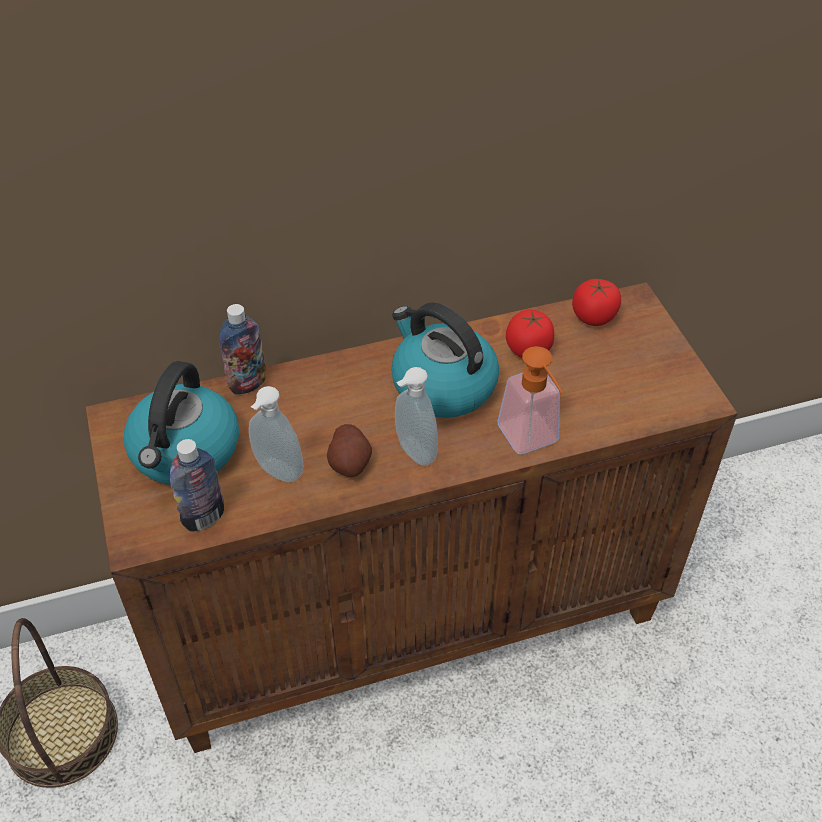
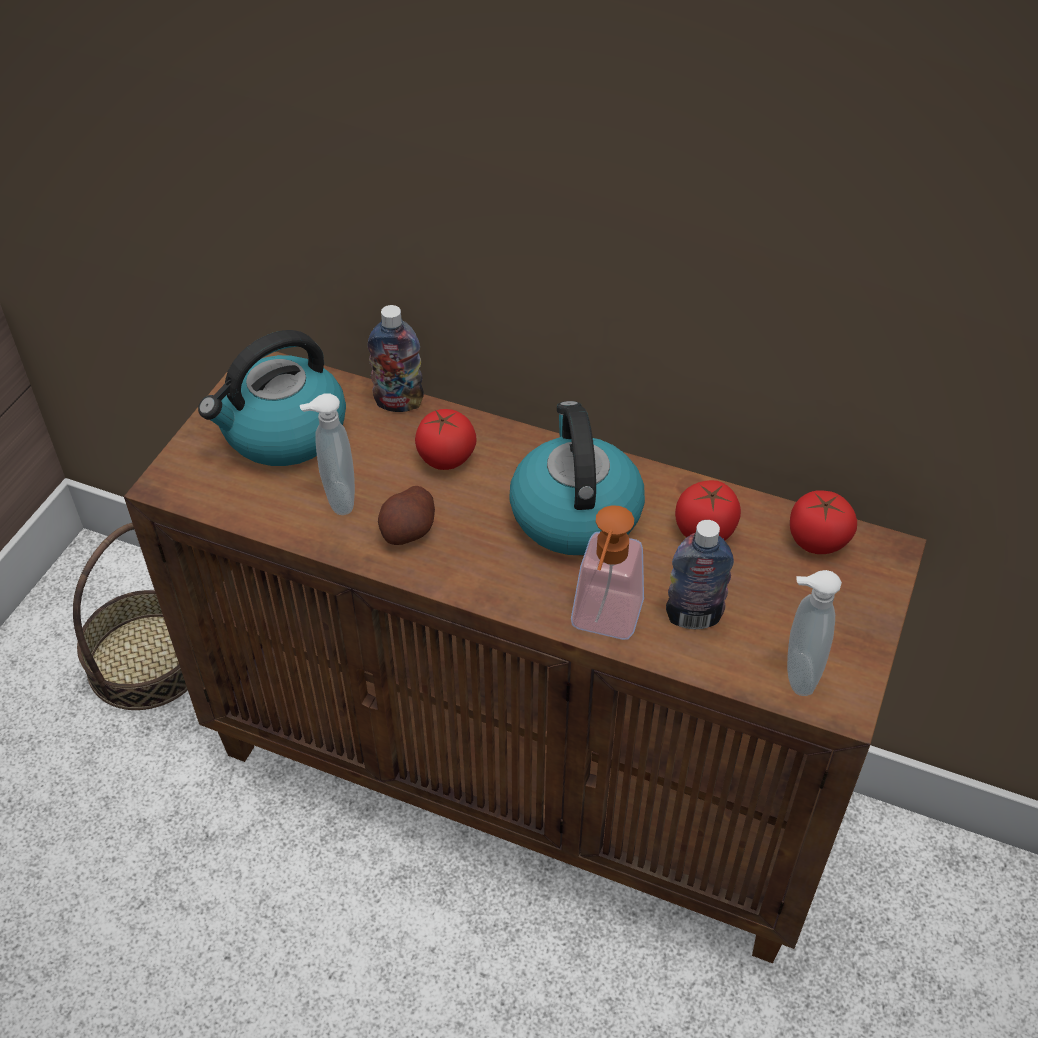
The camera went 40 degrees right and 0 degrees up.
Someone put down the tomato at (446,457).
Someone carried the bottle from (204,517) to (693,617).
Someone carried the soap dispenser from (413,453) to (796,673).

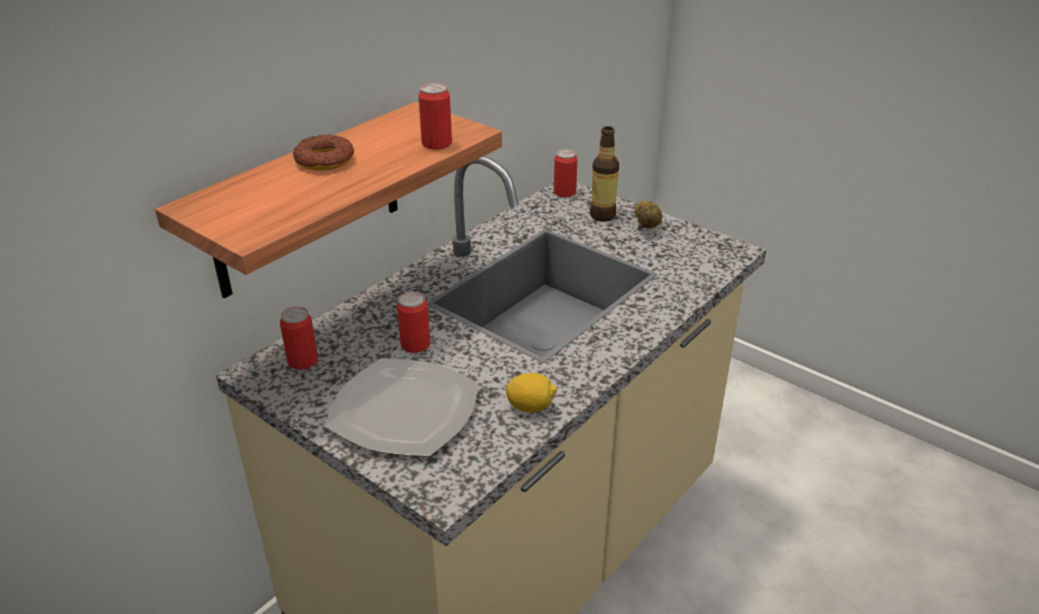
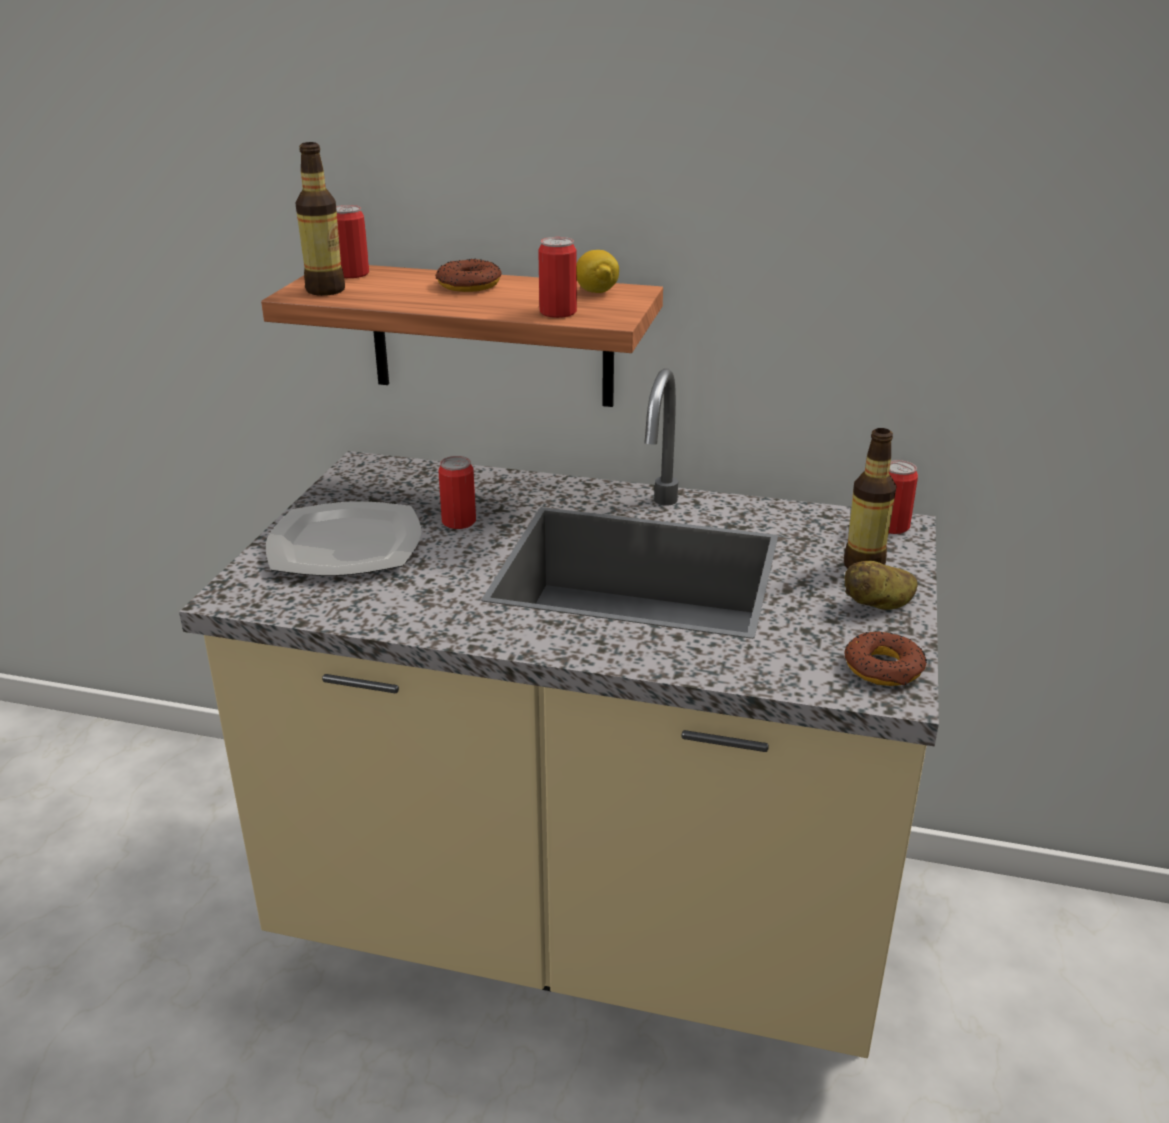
The camera went 65 degrees right and 5 degrees down.
Someone put down the bottle at (325,290).
Someone carried the can from (303,361) to (352,274).
Someone carried the lemon from (531,407) to (596,291).
Someone put down the donut at (883,668).

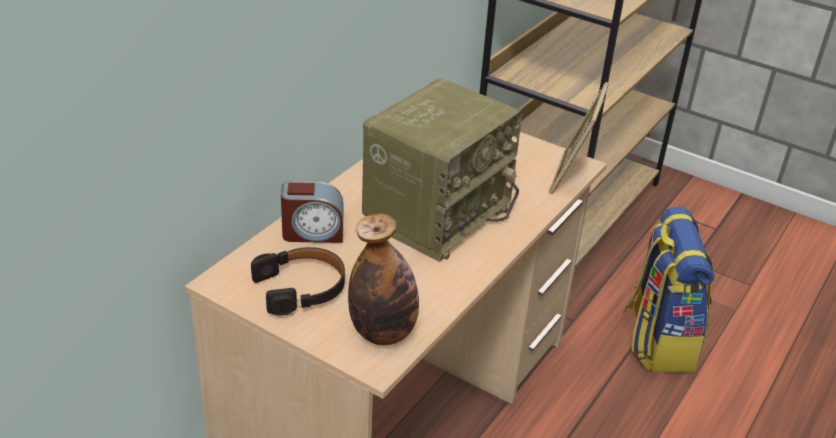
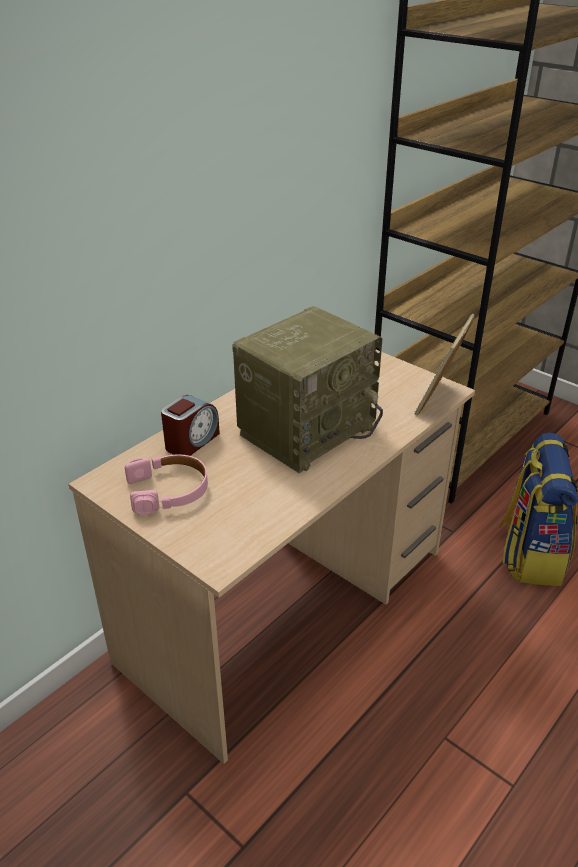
The camera went 10 degrees right and 0 degrees up.
Someone repainted the black headphones at (301,288), which became the pink headphones at (169,490).
Someone rotated the alarm clock at (313,232) by 60 degrees counterclockwise.
Someone took away the bottle at (383,332).

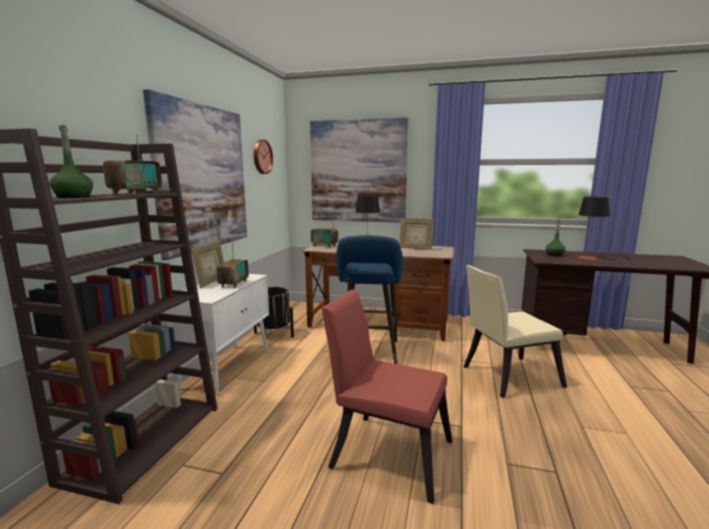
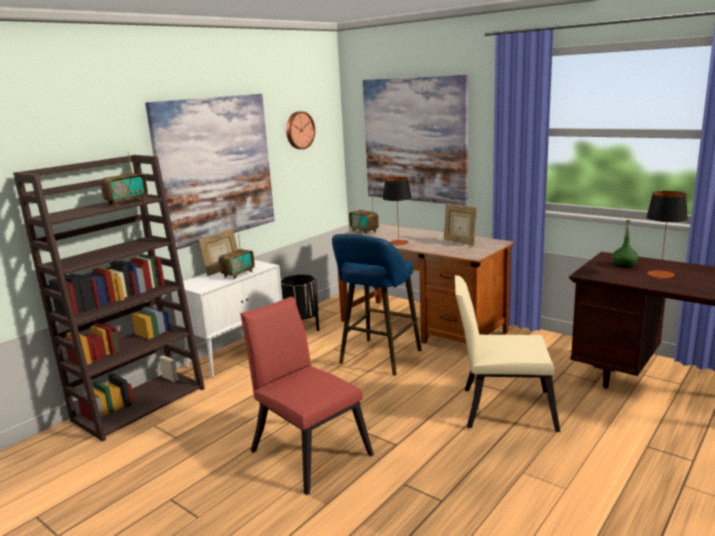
The camera went 25 degrees right and 5 degrees up.
Someone took away the green bottle at (73,197).

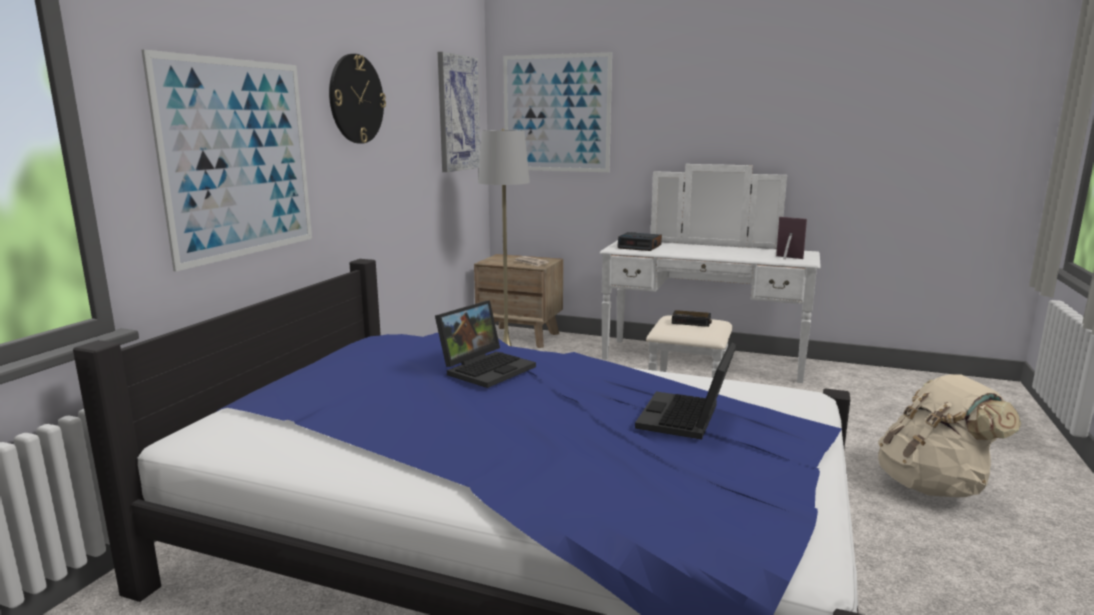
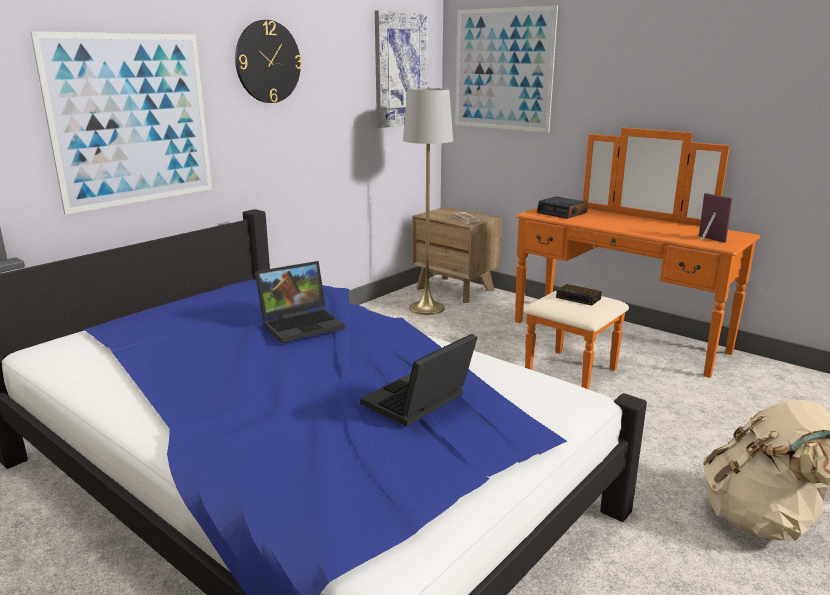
The camera went 20 degrees right and 5 degrees up.
Someone repainted the white dresser at (700,367), which became the orange dresser at (608,344).

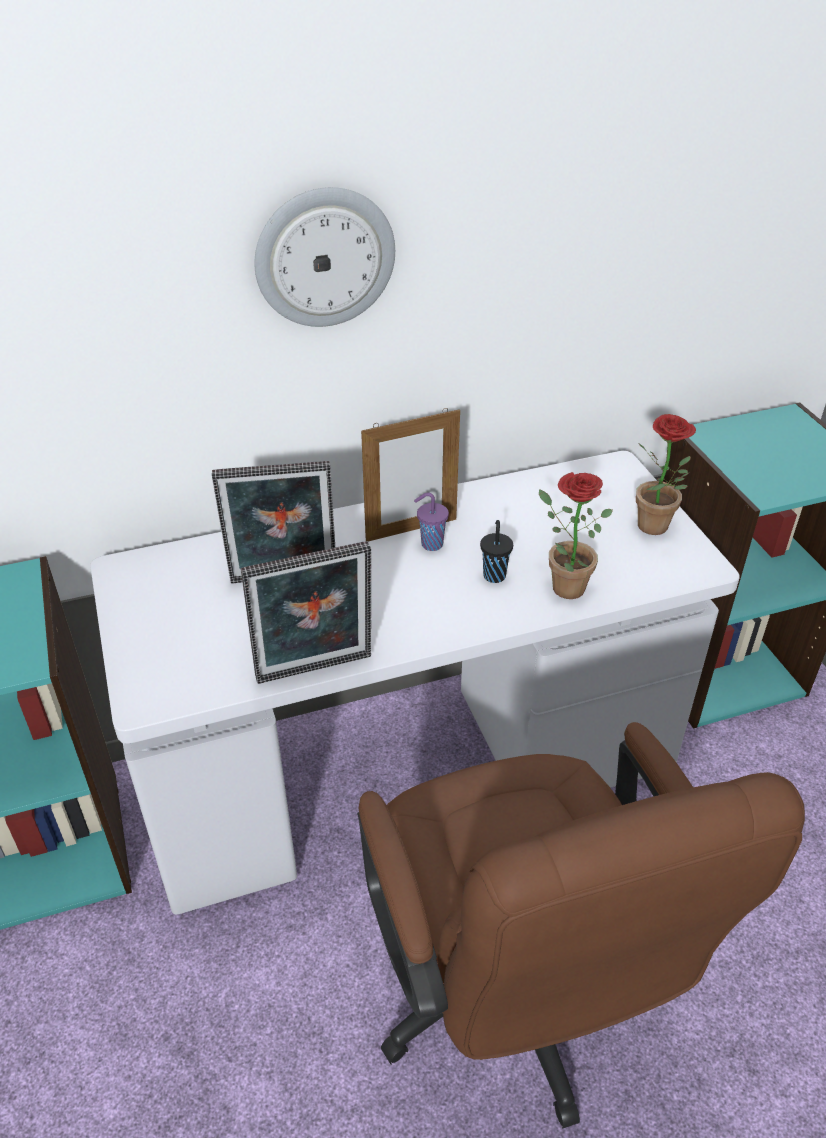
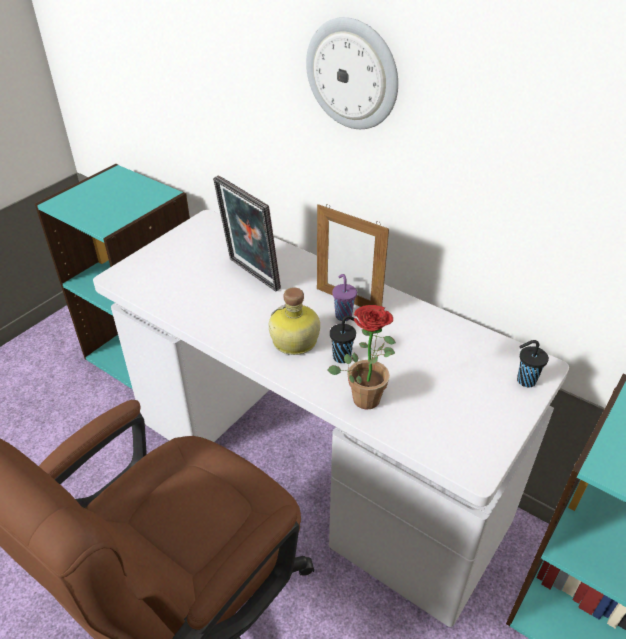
The camera went 55 degrees right and 0 degrees up.
Someone put down the bottle at (294,341).
Someone put down the black cup at (525,381).
Someone took away the picture frame at (315,672).
Someone took away the potted plant at (657,529).

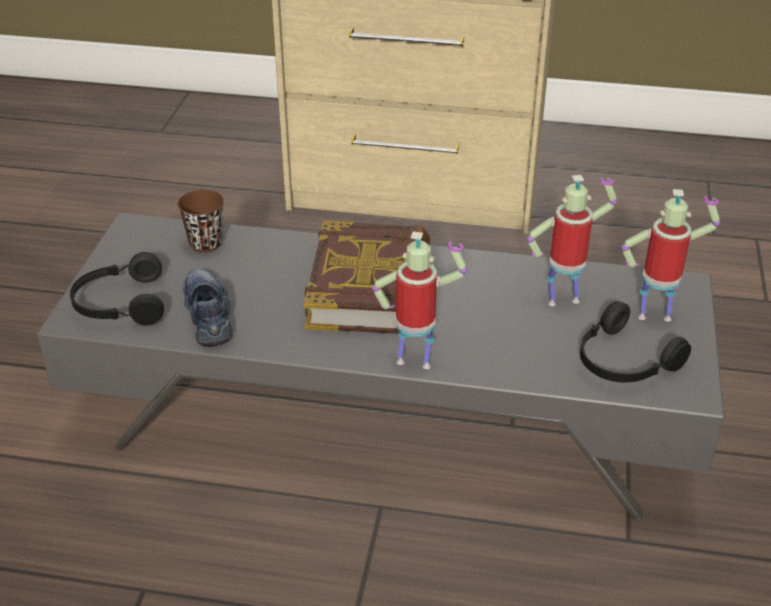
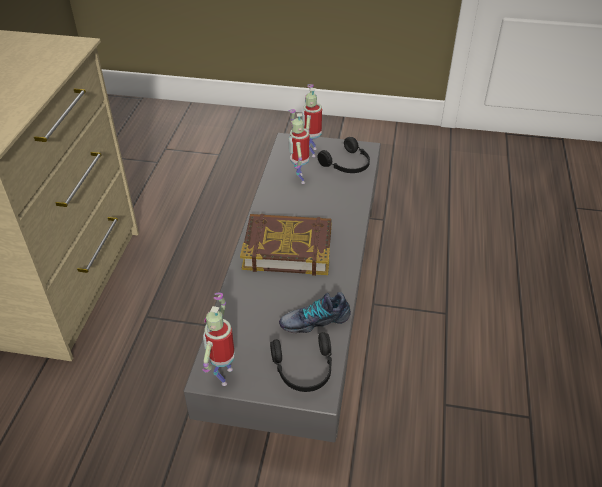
The camera went 90 degrees left and 5 degrees up.
Someone carried the toy robot from (415,360) to (223,375).
Someone took away the brown cup at (205,243).

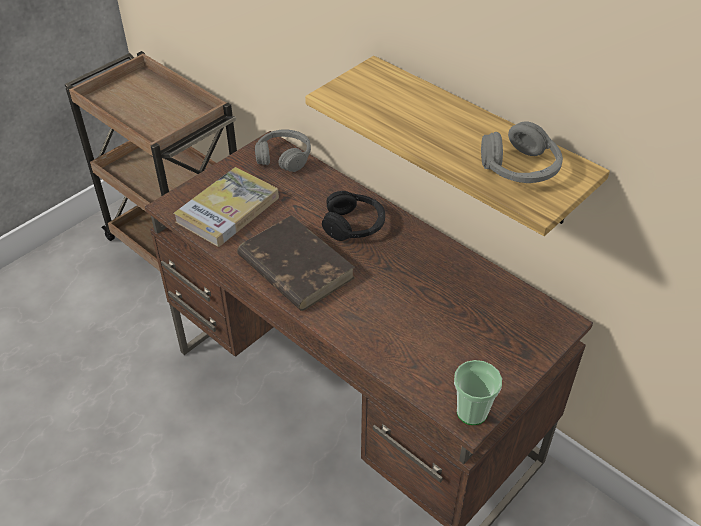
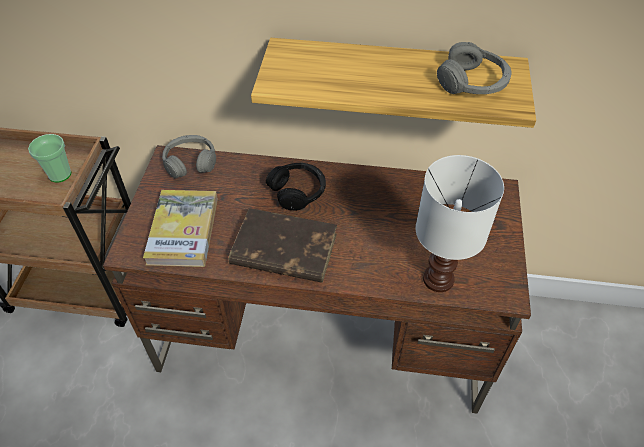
The camera went 35 degrees left and 5 degrees up.
Someone carried the cup from (472,412) to (60,174).
Someone put down the white table lamp at (437,280).

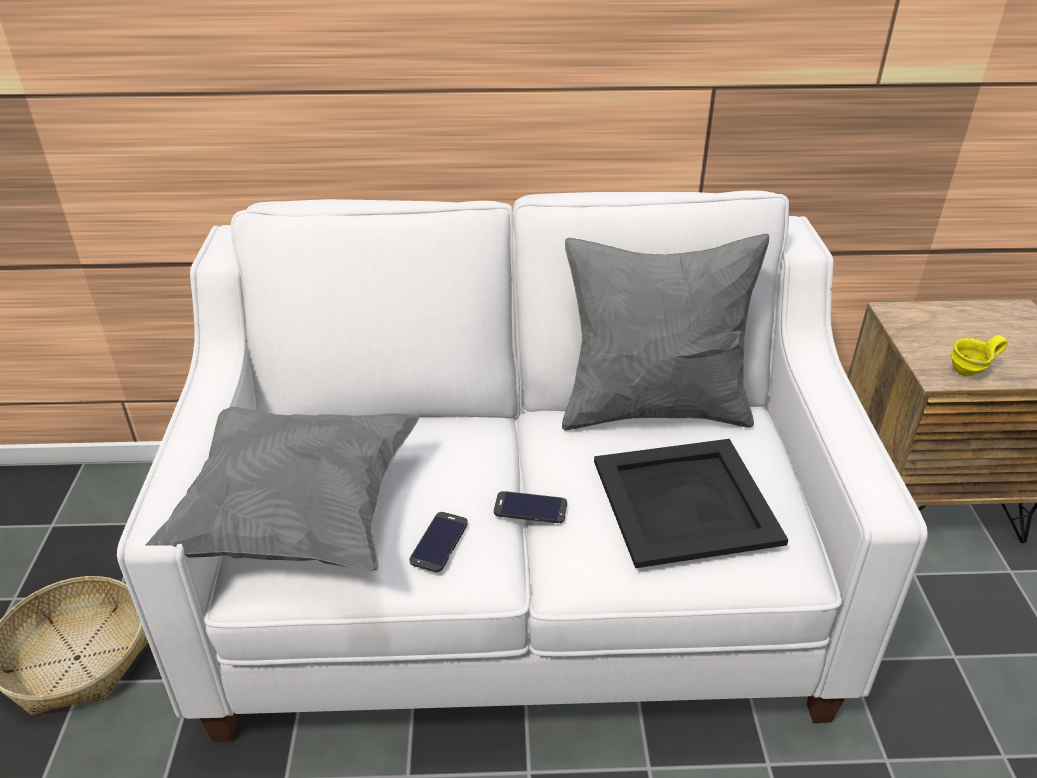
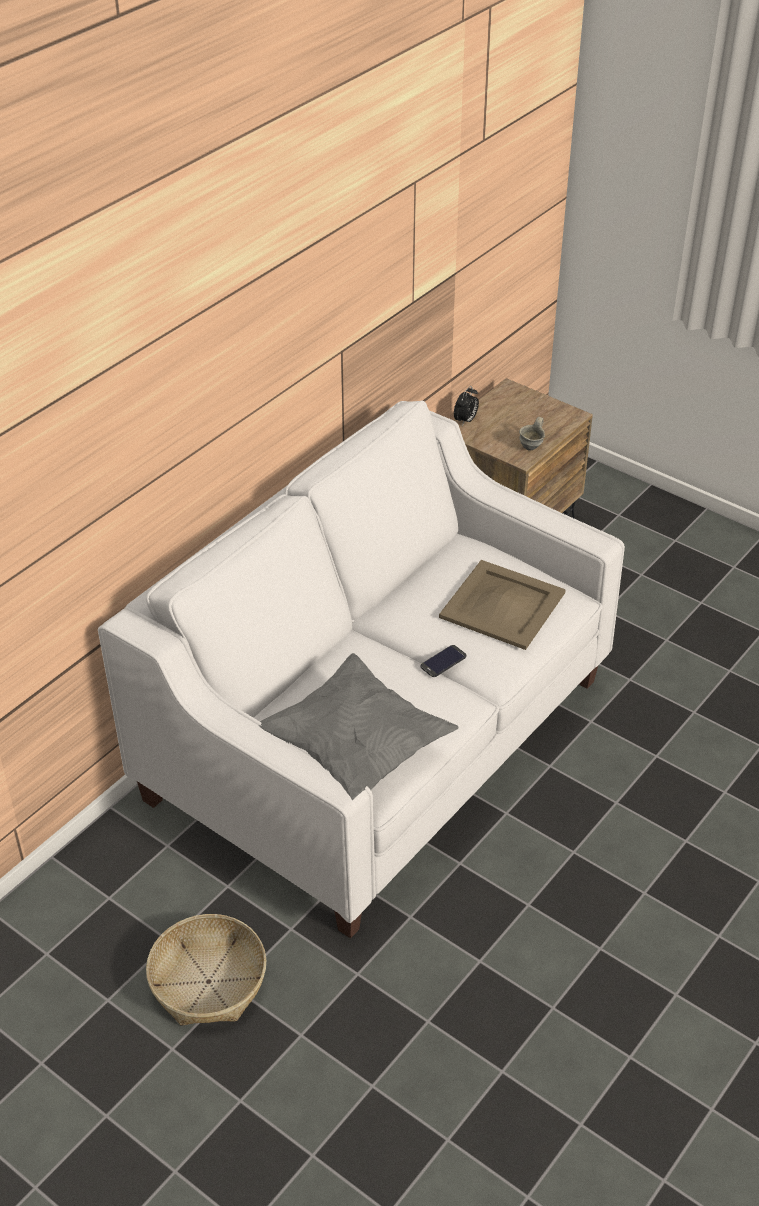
The camera went 50 degrees left and 5 degrees up.
Someone repainted the black tray at (683,500), which became the beige tray at (501,605).
Someone put down the alarm clock at (465,421).
Someone repainted the yellow mug at (970,373), which became the grey mug at (533,446).
Someone took away the phone at (439,542).
Someone took away the grey pillow at (654,409).

